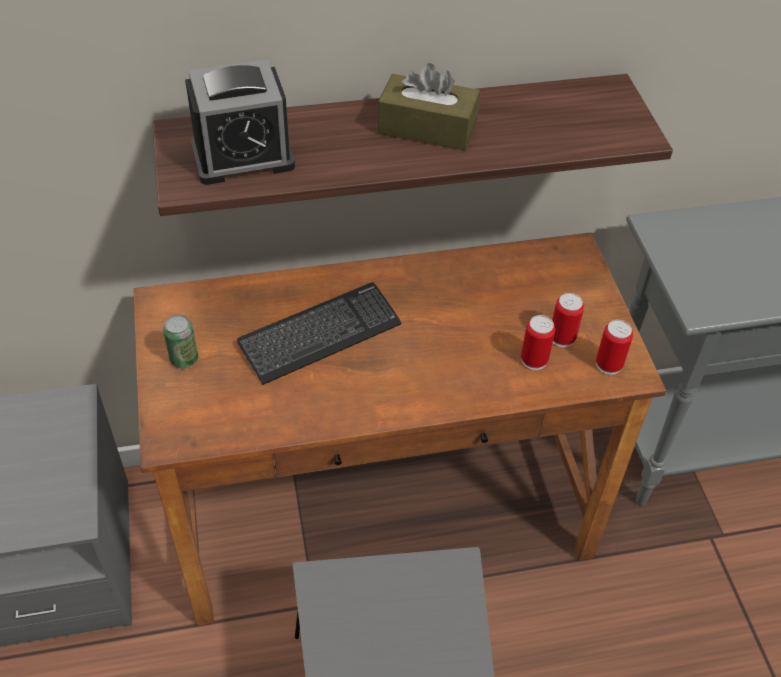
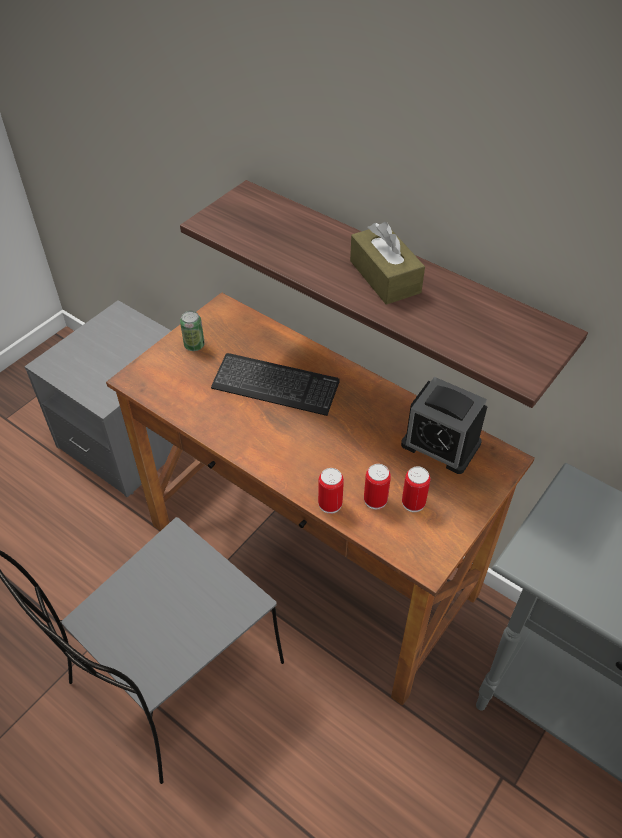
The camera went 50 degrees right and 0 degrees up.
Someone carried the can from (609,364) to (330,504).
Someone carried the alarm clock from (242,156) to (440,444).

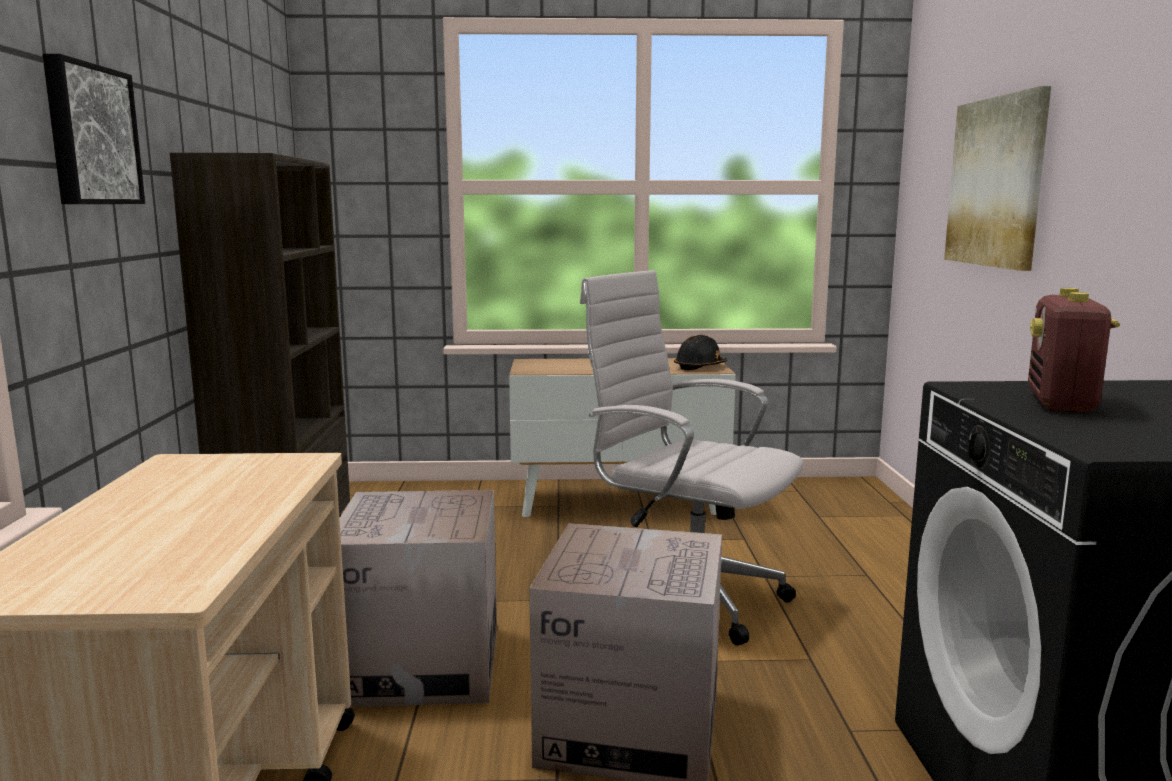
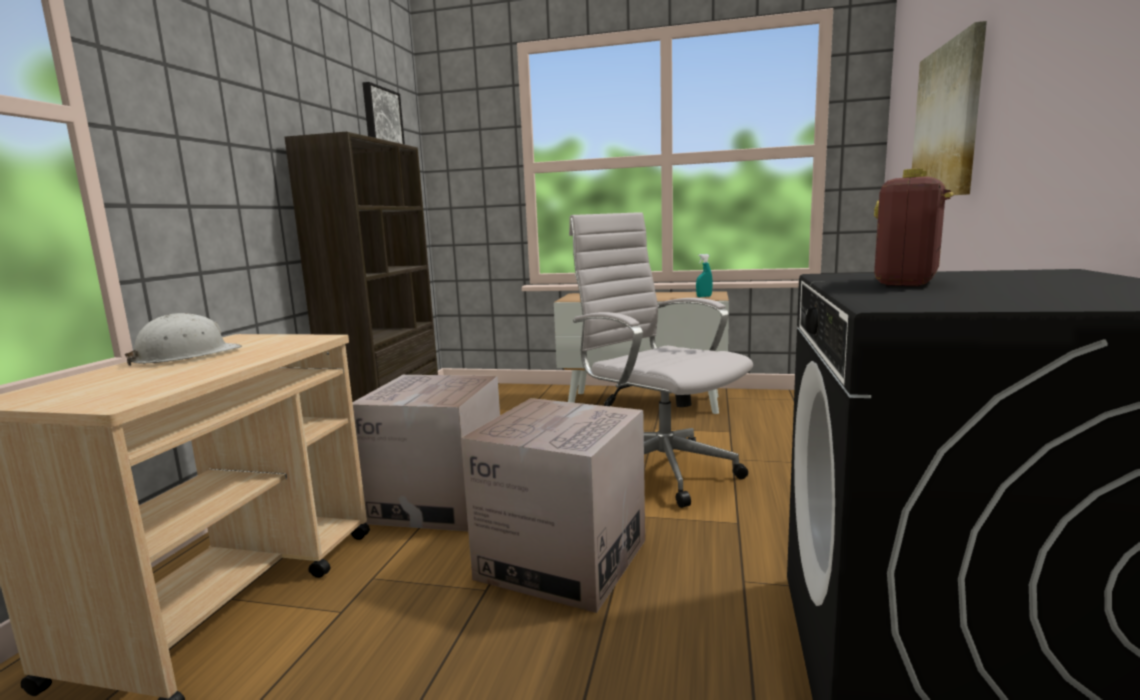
The camera went 15 degrees right and 0 degrees up.
Someone put down the white hard hat at (187,356).
Someone carried the picture from (90,135) to (381,120).
Someone swapped the black hard hat at (700,367) for the turquoise spray bottle at (704,296).

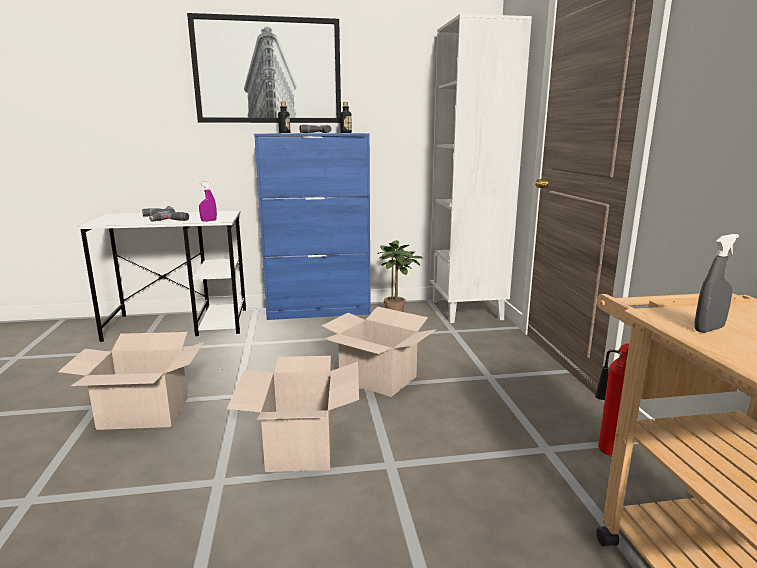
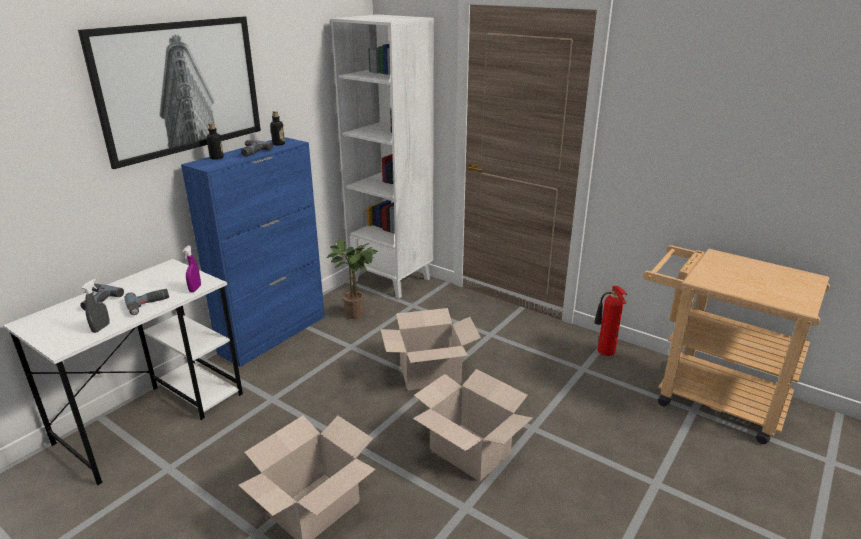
The camera went 45 degrees left and 10 degrees up.
Someone carried the grey spray bottle from (708,329) to (101,328).

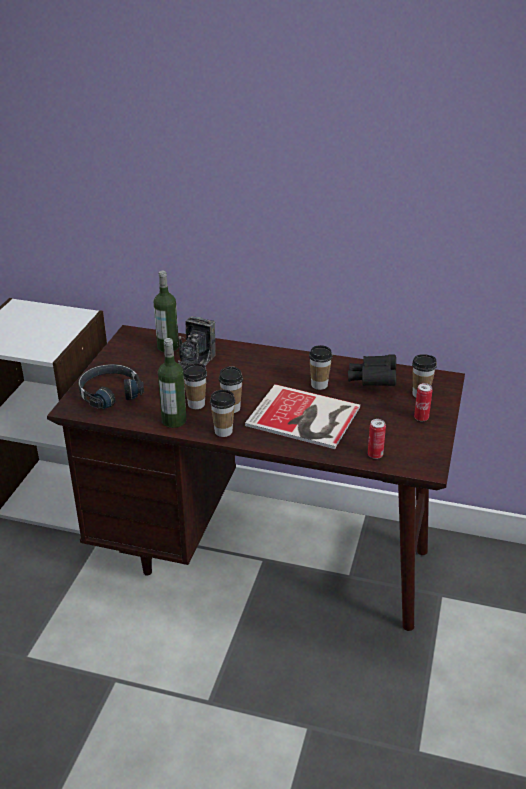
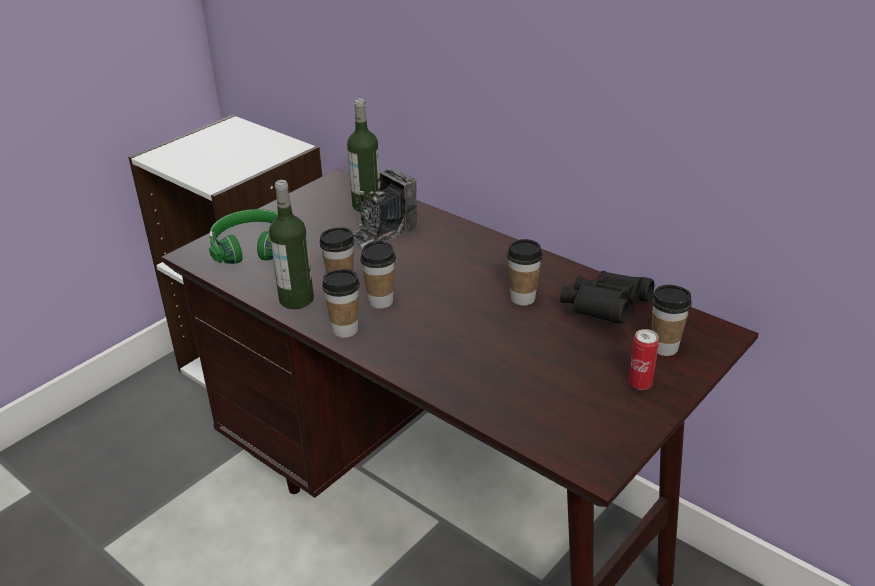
The camera went 25 degrees right and 0 degrees up.
Someone repainted the black headphones at (109,393), which became the green headphones at (252,246).
Someone took away the book at (305,418).
Someone took away the can at (375,455).

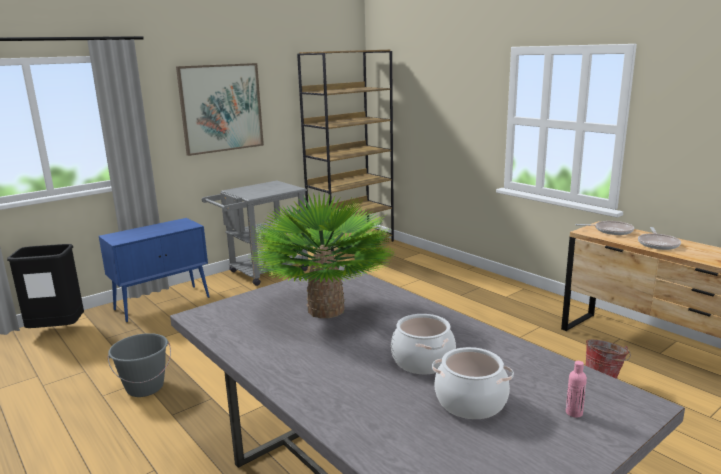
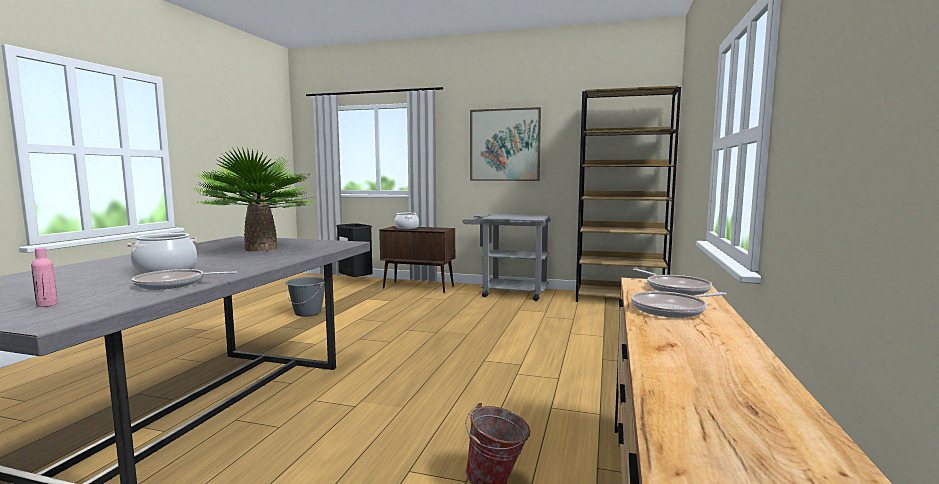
The camera went 55 degrees right and 10 degrees down.
Someone put down the frying pan at (174,284).
Someone repainted the blue cabinet at (163,303), which became the brown cabinet at (419,287).
Someone carried the cooking pot from (470,402) to (406,228).

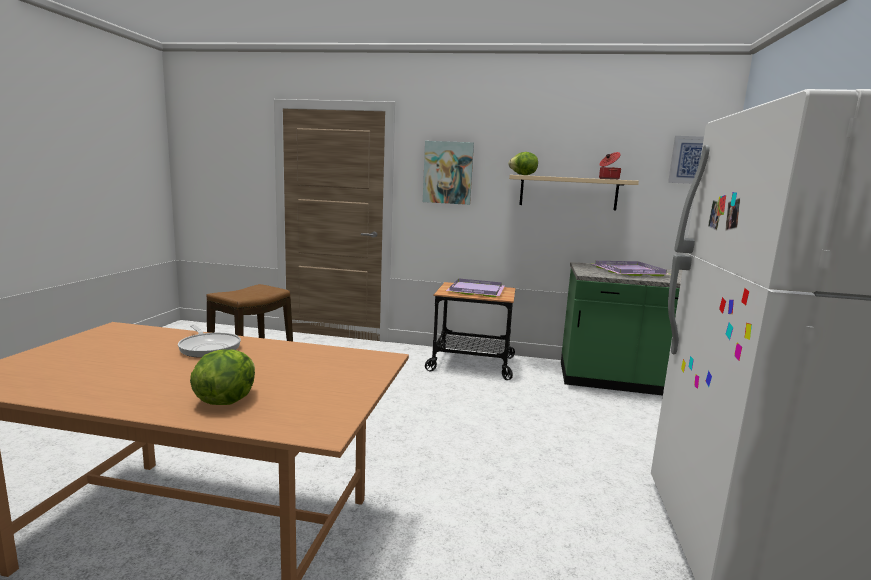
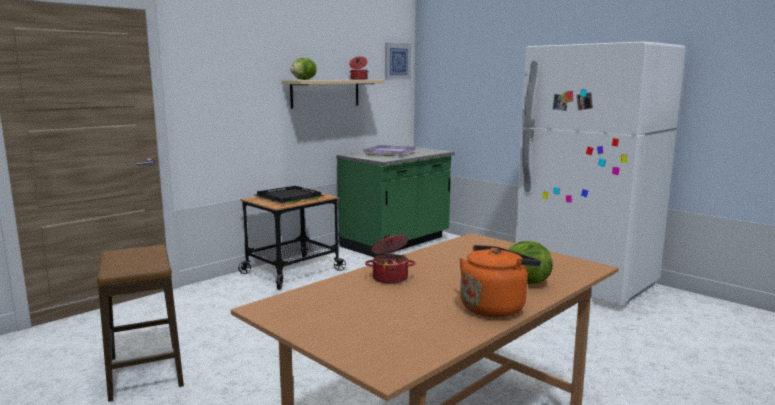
The camera went 55 degrees left and 0 degrees up.
Someone repainted the purple tray at (475,290), which became the black tray at (287,197).
Someone swapped the frying pan at (209,347) for the cooking pot at (390,278).
Someone put down the orange kettle at (495,307).
Someone took away the picture at (448,173).

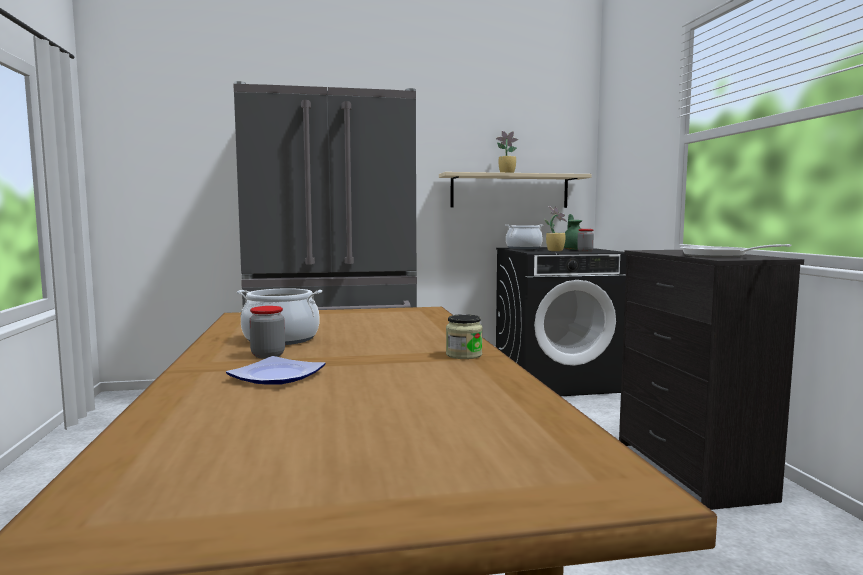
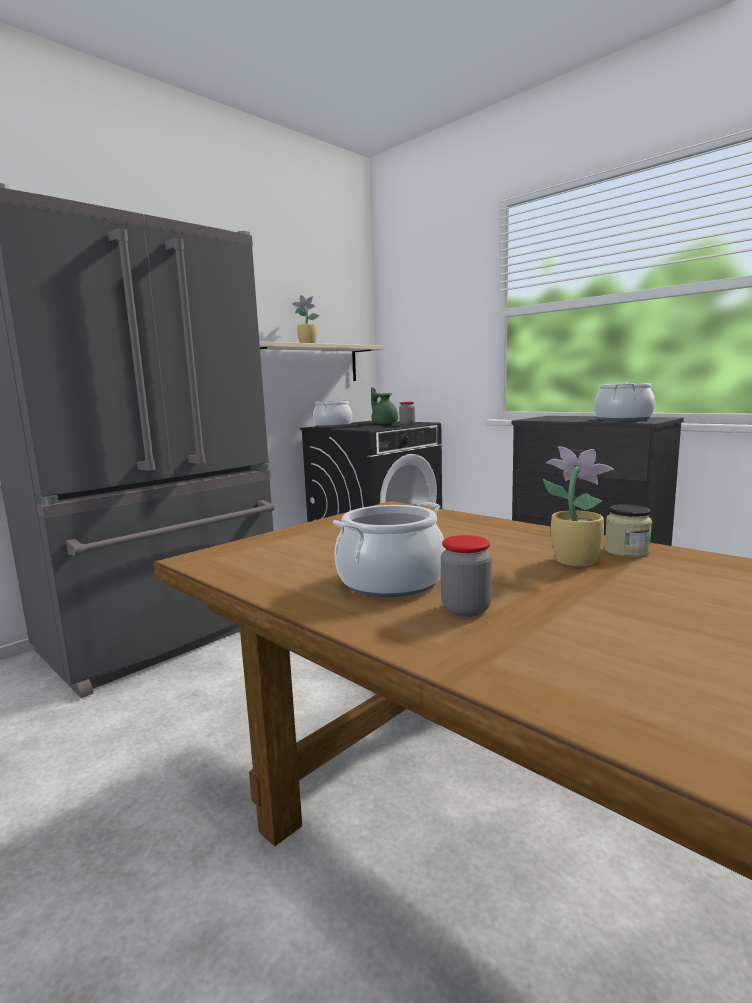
The camera went 35 degrees left and 5 degrees up.
Someone carried the potted plant from (555,250) to (573,560).
Someone swapped the frying pan at (719,256) for the cooking pot at (623,419).
Someone took away the plate at (279,376).

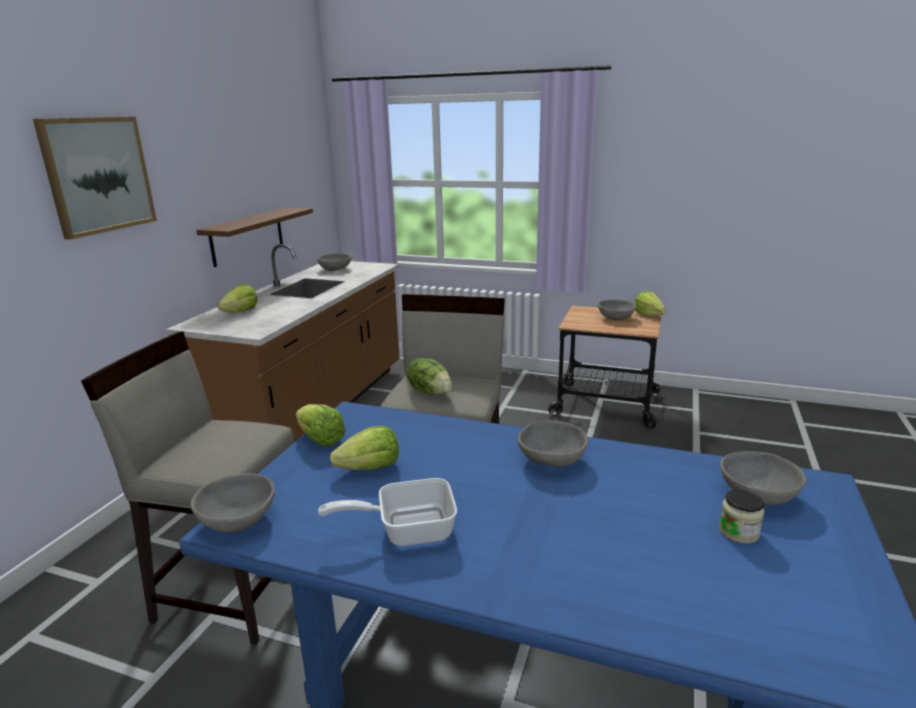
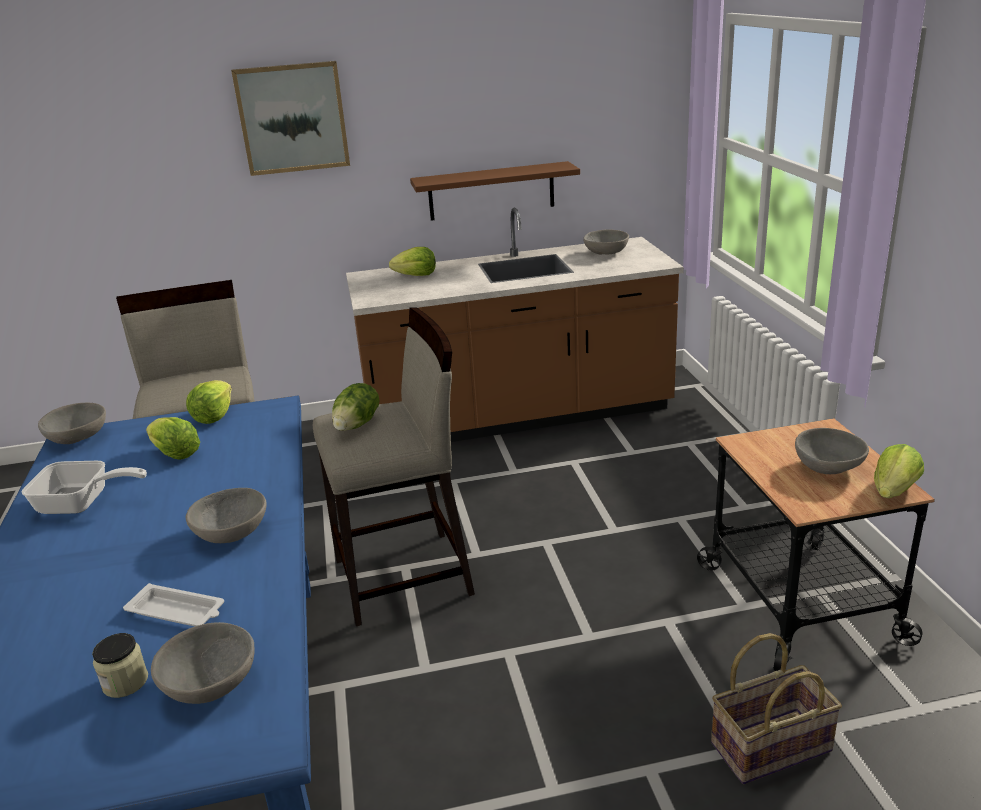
The camera went 60 degrees right and 5 degrees up.
Someone rotated the frying pan at (406,530) by 135 degrees clockwise.
Someone put down the white tray at (177,612).
Someone put down the basket at (770,745).

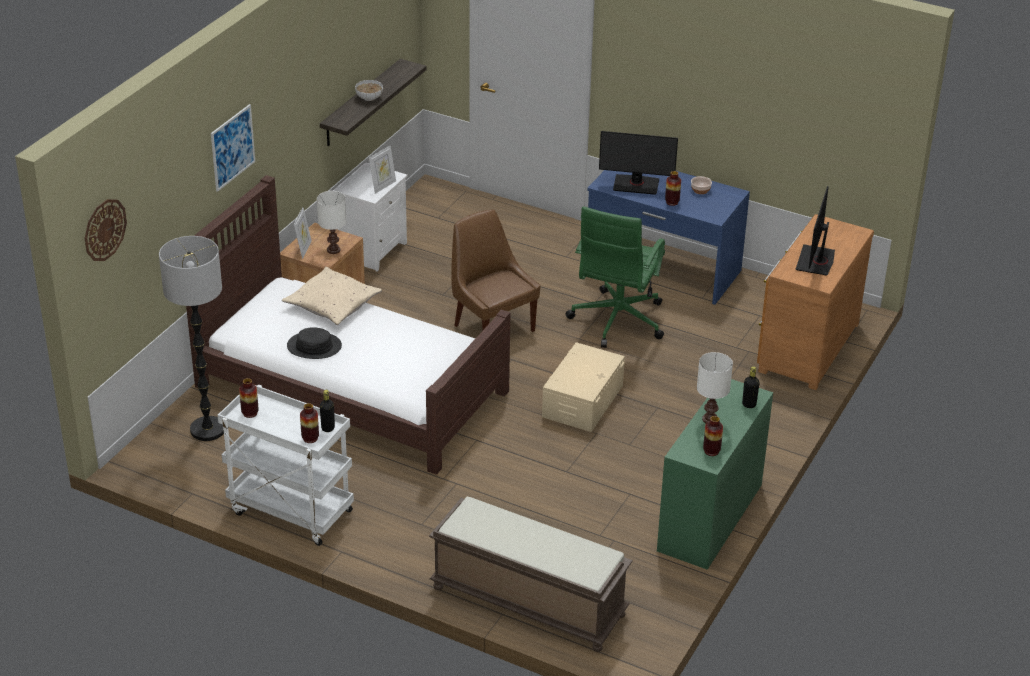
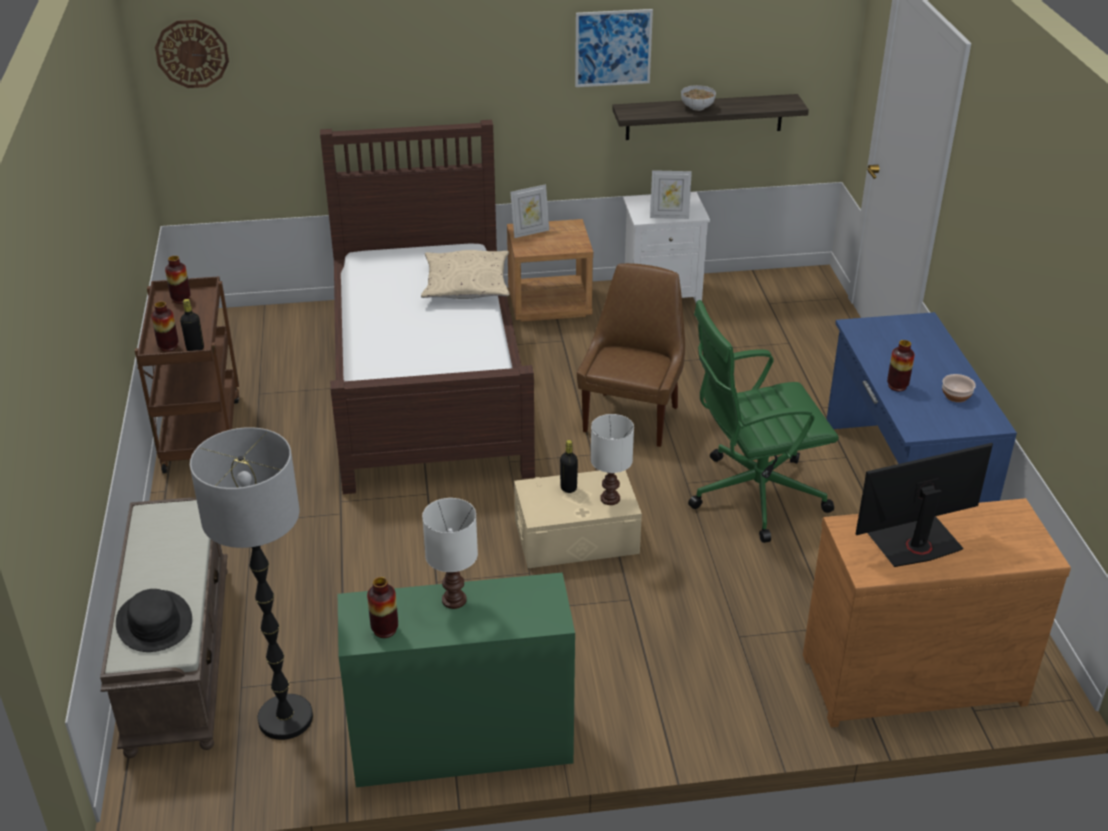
The camera went 55 degrees right and 0 degrees up.
Someone carried the black hat from (314,346) to (154,622).
Someone repainted the white cart at (289,512), which became the brown cart at (201,433).
Someone carried the floor lamp from (207,430) to (285,718).
Someone carried the black bottle from (749,404) to (568,488).
Someone carried the picture from (232,147) to (613,48).
Someone carried the white table lamp from (334,250) to (611,499).
Someone took away the monitor at (636,184).

